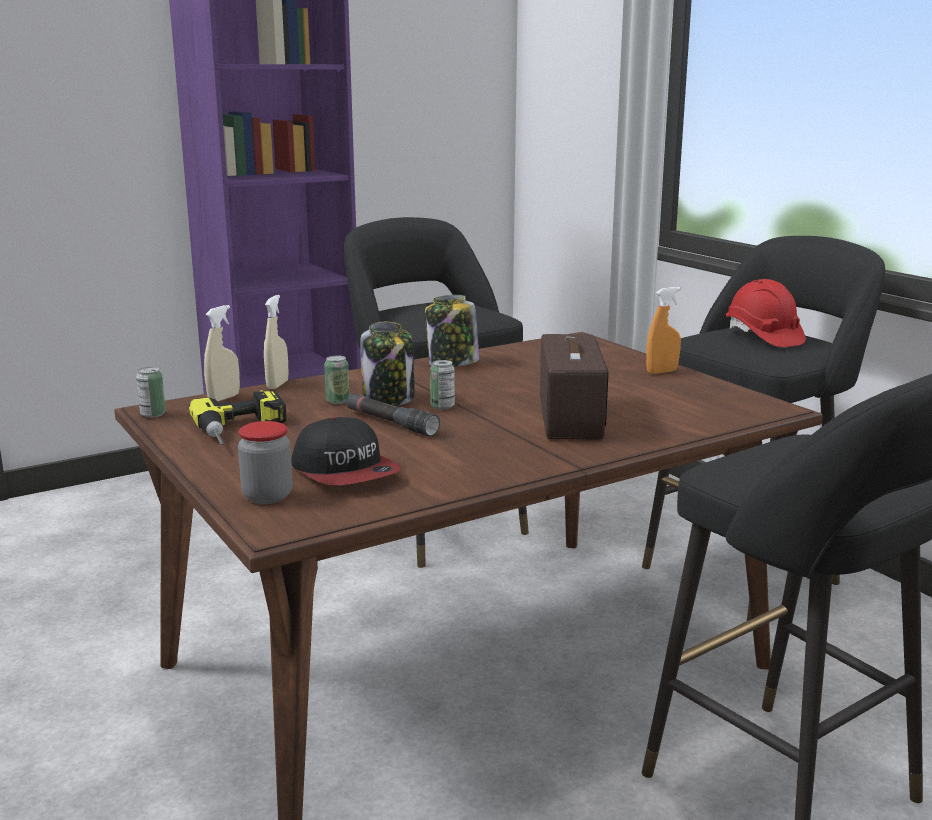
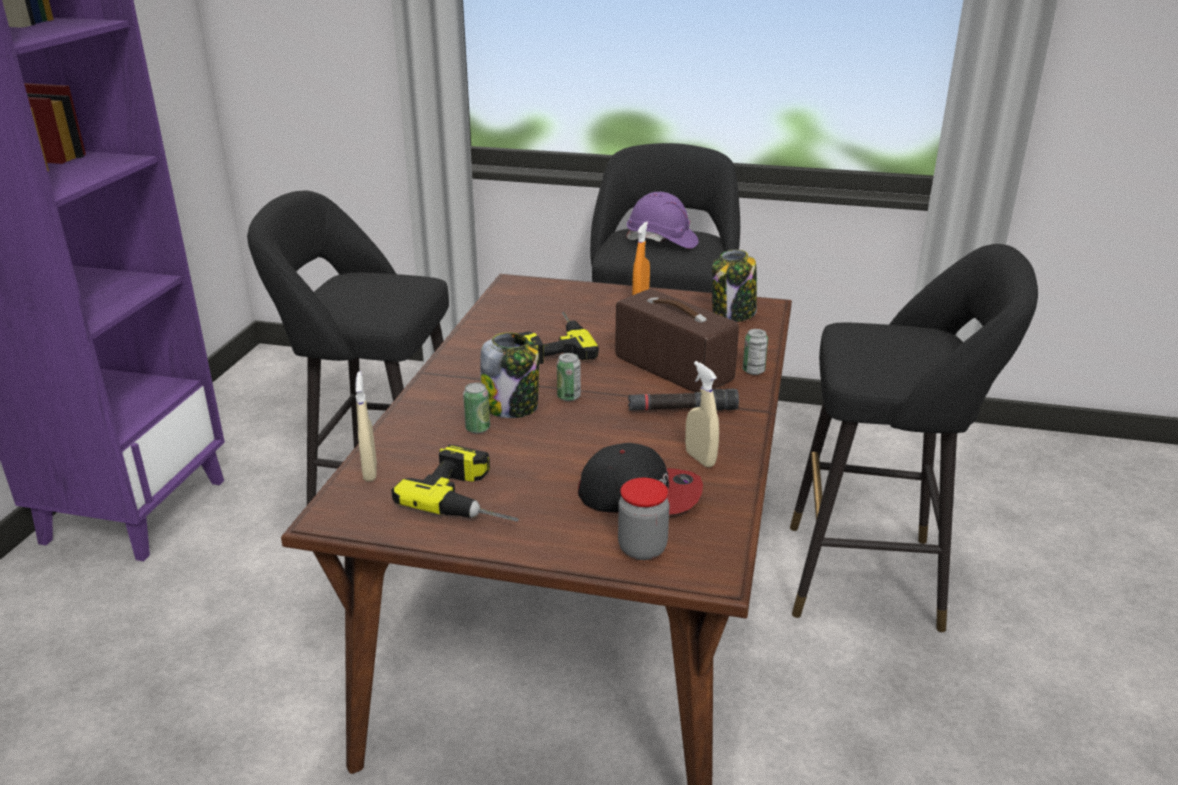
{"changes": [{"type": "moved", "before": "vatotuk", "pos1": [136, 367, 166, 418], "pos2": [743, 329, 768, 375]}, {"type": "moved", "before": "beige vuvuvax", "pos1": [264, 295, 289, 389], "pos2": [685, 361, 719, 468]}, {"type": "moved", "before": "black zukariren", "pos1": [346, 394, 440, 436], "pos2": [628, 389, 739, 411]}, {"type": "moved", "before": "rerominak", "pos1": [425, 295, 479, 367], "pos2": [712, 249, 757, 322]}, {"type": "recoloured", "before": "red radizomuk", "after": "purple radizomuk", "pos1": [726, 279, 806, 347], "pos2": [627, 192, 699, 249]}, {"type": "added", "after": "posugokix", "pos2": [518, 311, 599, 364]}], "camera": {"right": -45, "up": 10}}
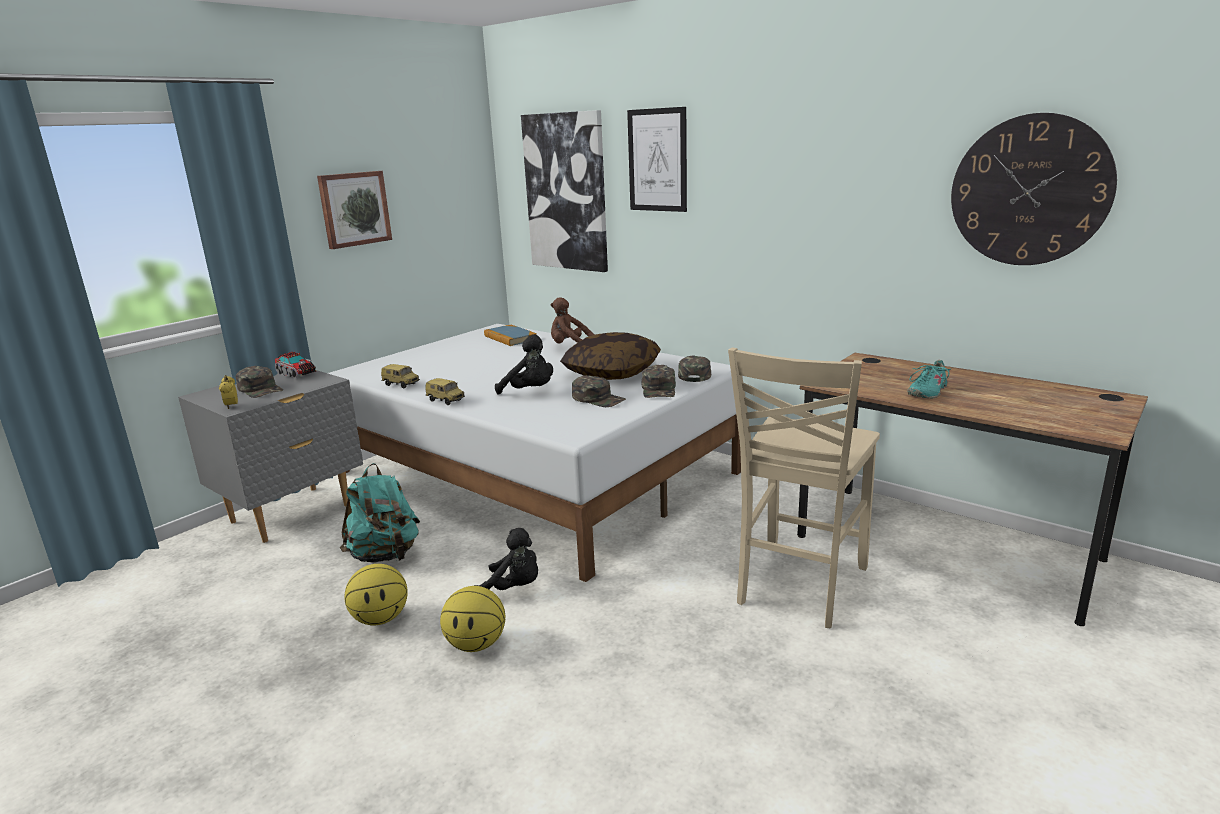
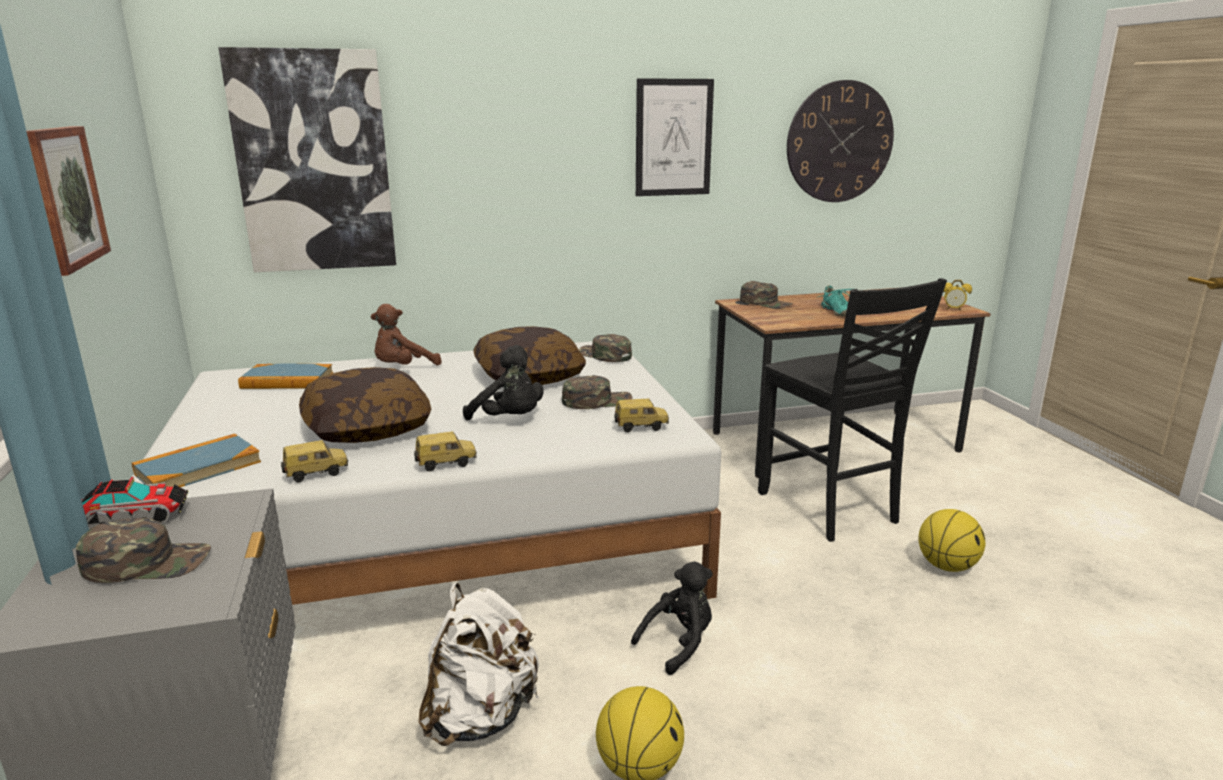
{"changes": [{"type": "moved", "before": "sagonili", "pos1": [219, 375, 238, 409], "pos2": [943, 280, 972, 311]}, {"type": "recoloured", "before": "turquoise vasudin", "after": "white vasudin", "pos1": [340, 463, 420, 563], "pos2": [419, 583, 539, 746]}, {"type": "moved", "before": "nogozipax", "pos1": [440, 586, 505, 652], "pos2": [919, 509, 985, 572]}, {"type": "turned", "before": "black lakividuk", "pos1": [495, 335, 553, 395], "pos2": [463, 345, 544, 420], "turn": 60}, {"type": "moved", "before": "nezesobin", "pos1": [627, 107, 687, 212], "pos2": [636, 79, 714, 196]}, {"type": "moved", "before": "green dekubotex", "pos1": [641, 365, 676, 398], "pos2": [740, 281, 793, 309]}, {"type": "recoloured", "before": "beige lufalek", "after": "black lufalek", "pos1": [728, 347, 880, 628], "pos2": [758, 278, 947, 542]}, {"type": "added", "after": "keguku", "pos2": [132, 434, 261, 487]}, {"type": "added", "after": "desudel", "pos2": [299, 367, 431, 443]}, {"type": "added", "after": "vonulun", "pos2": [614, 399, 669, 432]}], "camera": {"right": -55, "up": 0}}
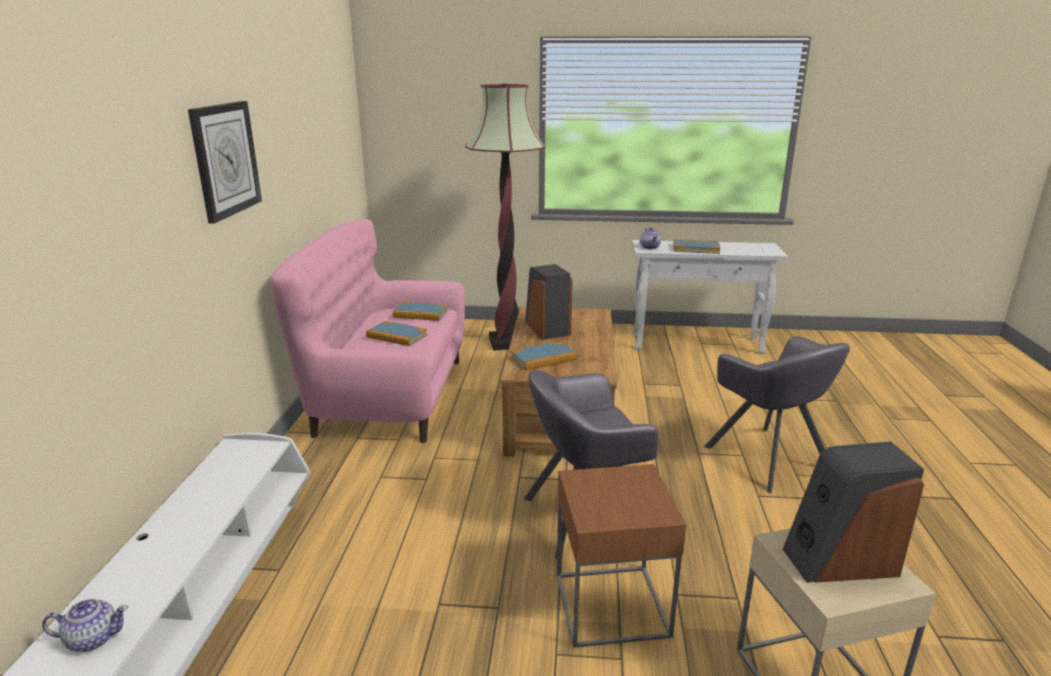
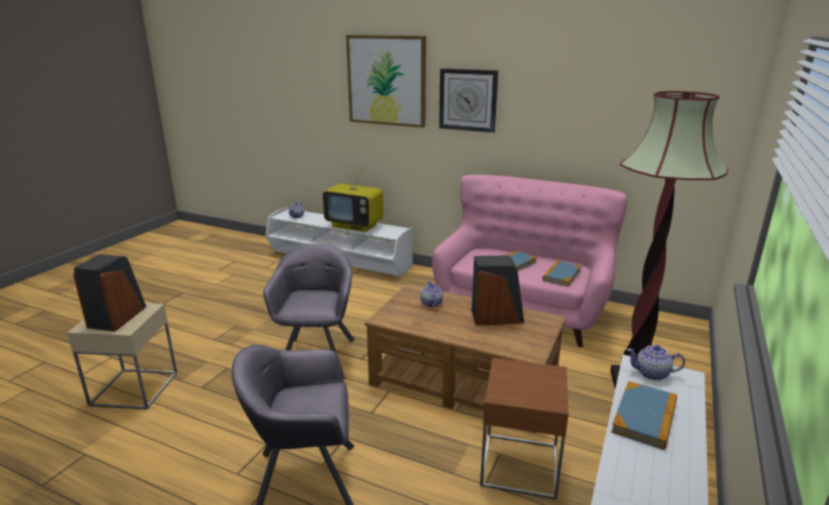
{"changes": [{"type": "replaced", "before": "keguku", "after": "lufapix", "pos1": [511, 341, 577, 371], "pos2": [421, 281, 443, 307]}, {"type": "moved", "before": "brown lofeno", "pos1": [557, 464, 686, 648], "pos2": [480, 358, 569, 499]}, {"type": "added", "after": "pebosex", "pos2": [323, 165, 384, 232]}, {"type": "added", "after": "nezesobin", "pos2": [346, 35, 426, 128]}], "camera": {"right": 110, "up": 0}}
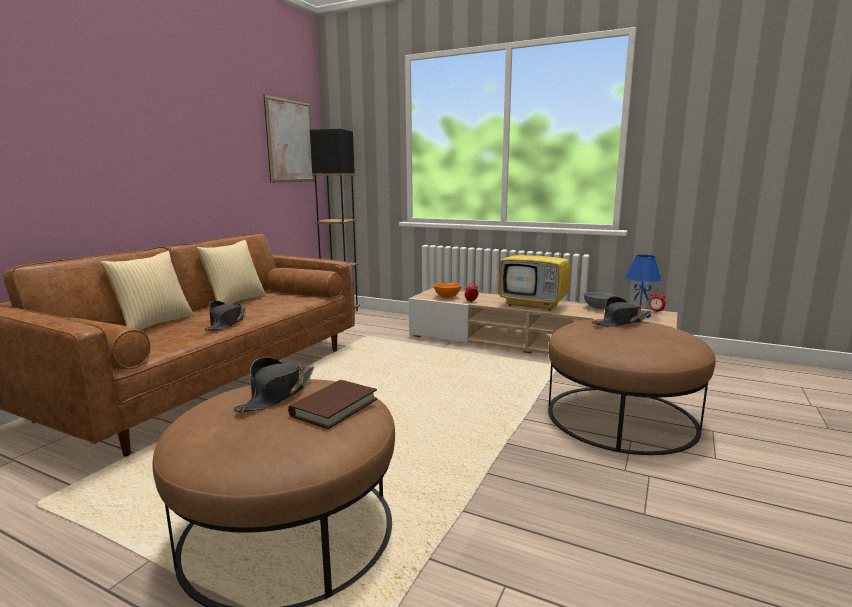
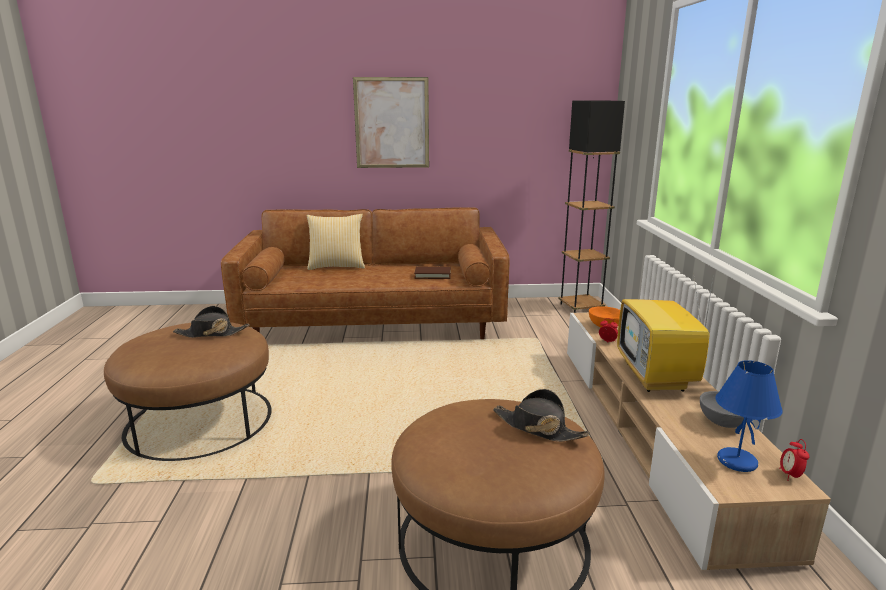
{"changes": [{"type": "removed", "before": "desudel", "pos1": [196, 240, 266, 304]}, {"type": "removed", "before": "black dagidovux", "pos1": [204, 301, 246, 331]}, {"type": "moved", "before": "nezesobin", "pos1": [264, 94, 315, 182], "pos2": [353, 77, 429, 168]}, {"type": "moved", "before": "brown keguku", "pos1": [288, 380, 377, 429], "pos2": [414, 267, 451, 279]}], "camera": {"right": 60, "up": 5}}
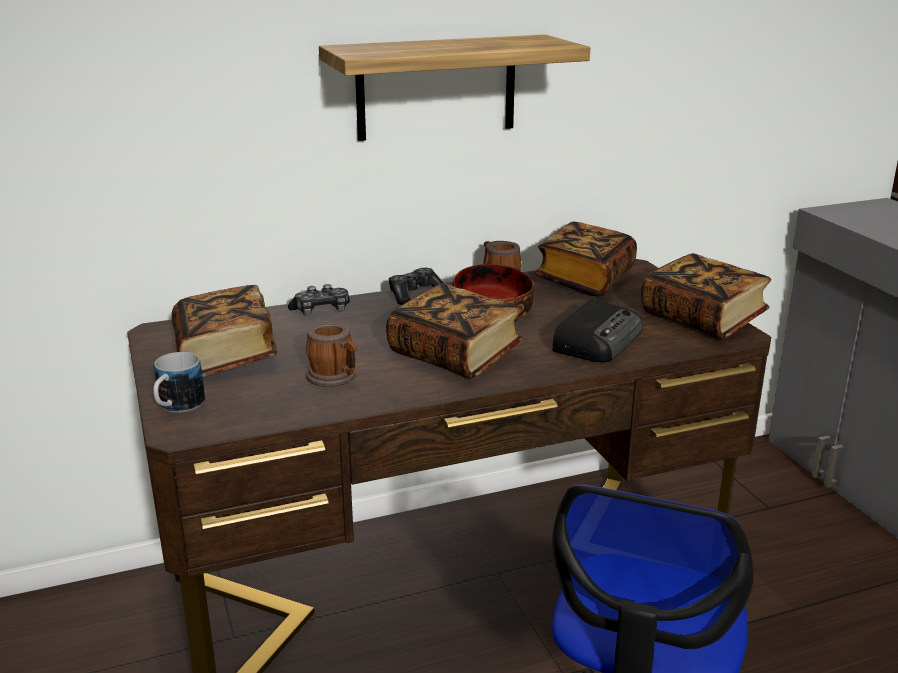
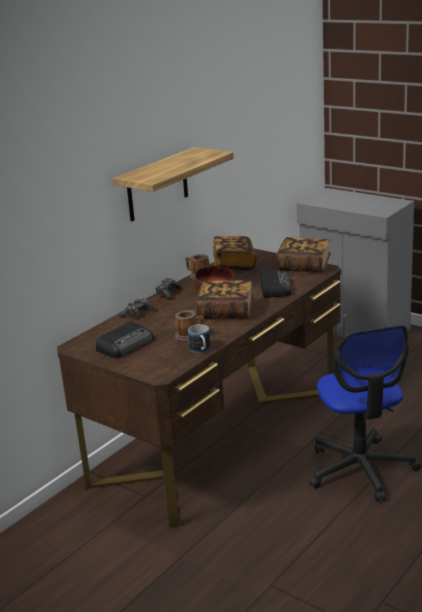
{"changes": [{"type": "moved", "before": "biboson", "pos1": [153, 352, 205, 413], "pos2": [188, 324, 211, 353]}, {"type": "replaced", "before": "keguku", "after": "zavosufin", "pos1": [172, 285, 277, 377], "pos2": [96, 322, 154, 358]}], "camera": {"right": -30, "up": 0}}
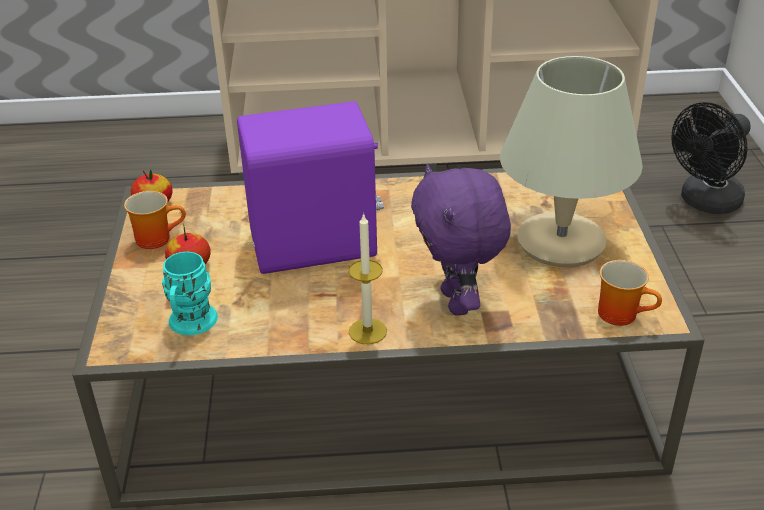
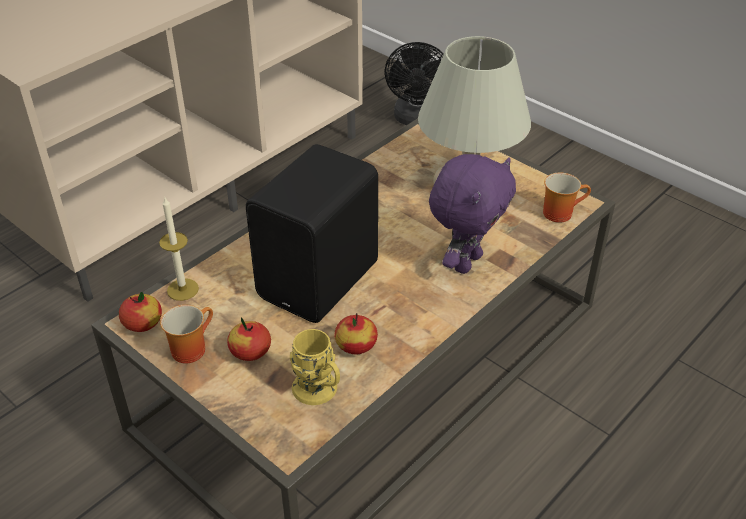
{"changes": [{"type": "recoloured", "before": "turquoise biboson", "after": "yellow biboson", "pos1": [162, 252, 218, 335], "pos2": [290, 329, 340, 405]}, {"type": "recoloured", "before": "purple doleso", "after": "black doleso", "pos1": [237, 101, 384, 274], "pos2": [246, 144, 378, 323]}, {"type": "moved", "before": "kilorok", "pos1": [349, 213, 387, 344], "pos2": [159, 198, 199, 301]}, {"type": "turned", "before": "purple lakividuk", "pos1": [411, 164, 511, 316], "pos2": [429, 154, 516, 274], "turn": -90}, {"type": "added", "after": "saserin", "pos2": [335, 313, 378, 355]}], "camera": {"right": -45, "up": 5}}
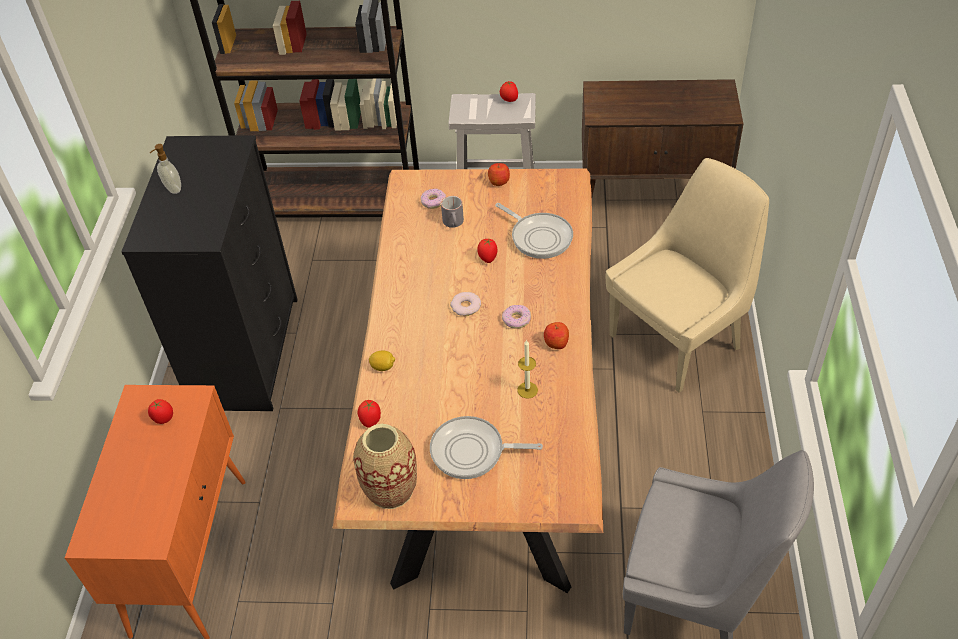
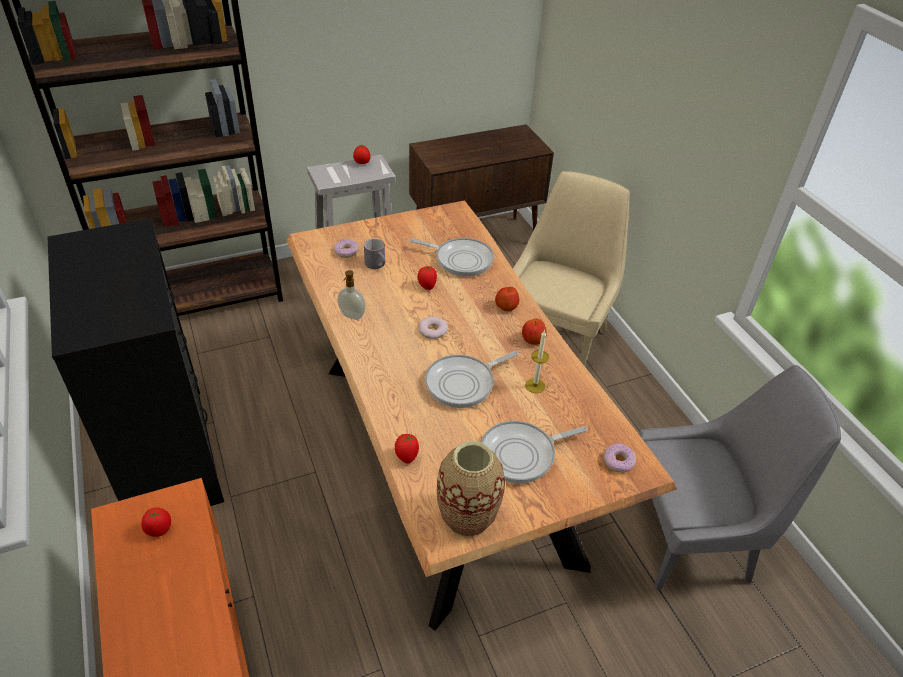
{"changes": [{"type": "moved", "before": "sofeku", "pos1": [150, 144, 181, 194], "pos2": [338, 270, 365, 320]}, {"type": "removed", "before": "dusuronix", "pos1": [369, 351, 395, 371]}, {"type": "moved", "before": "saserin", "pos1": [488, 163, 510, 186], "pos2": [495, 287, 519, 311]}, {"type": "moved", "before": "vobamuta", "pos1": [502, 305, 531, 329], "pos2": [603, 444, 636, 473]}, {"type": "added", "after": "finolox", "pos2": [425, 351, 519, 408]}], "camera": {"right": -30, "up": -5}}
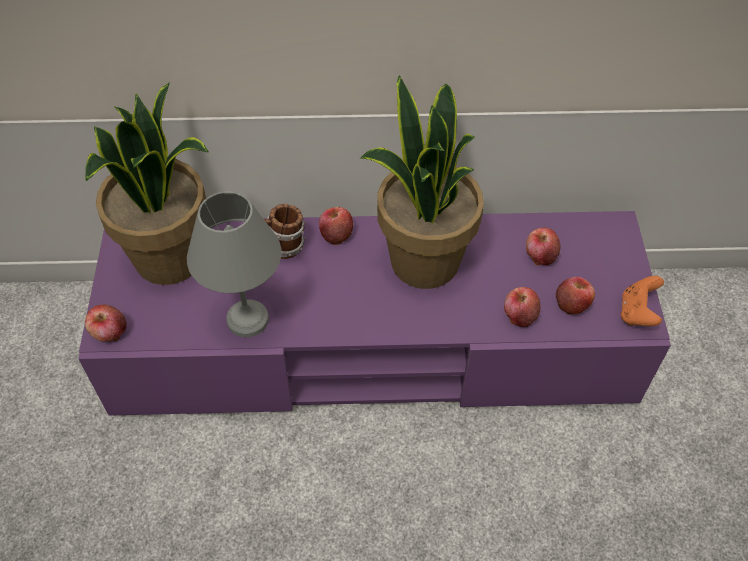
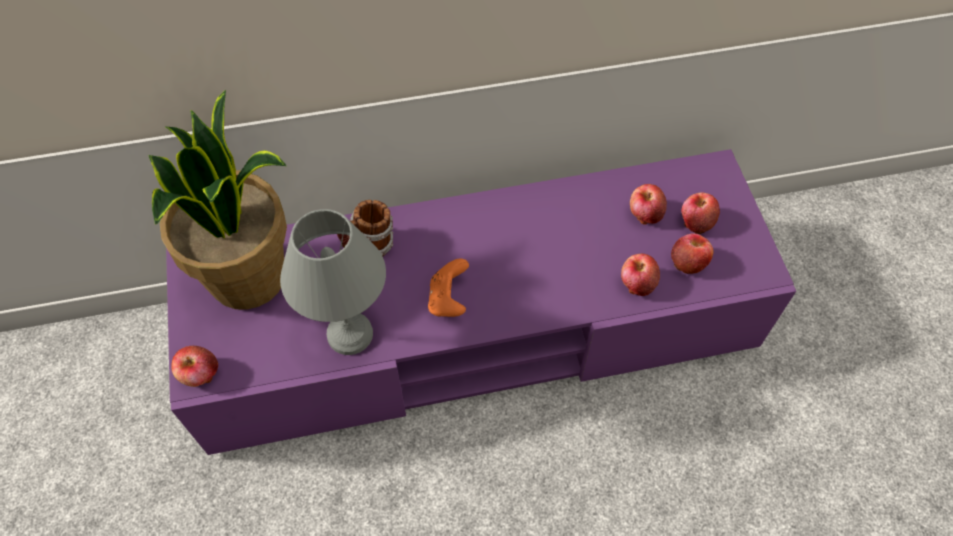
{"changes": [{"type": "moved", "before": "saserin", "pos1": [319, 207, 353, 245], "pos2": [681, 192, 720, 234]}, {"type": "removed", "before": "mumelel", "pos1": [360, 75, 484, 289]}, {"type": "moved", "before": "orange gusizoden", "pos1": [621, 276, 664, 326], "pos2": [428, 258, 469, 317]}], "camera": {"right": -10, "up": 5}}
